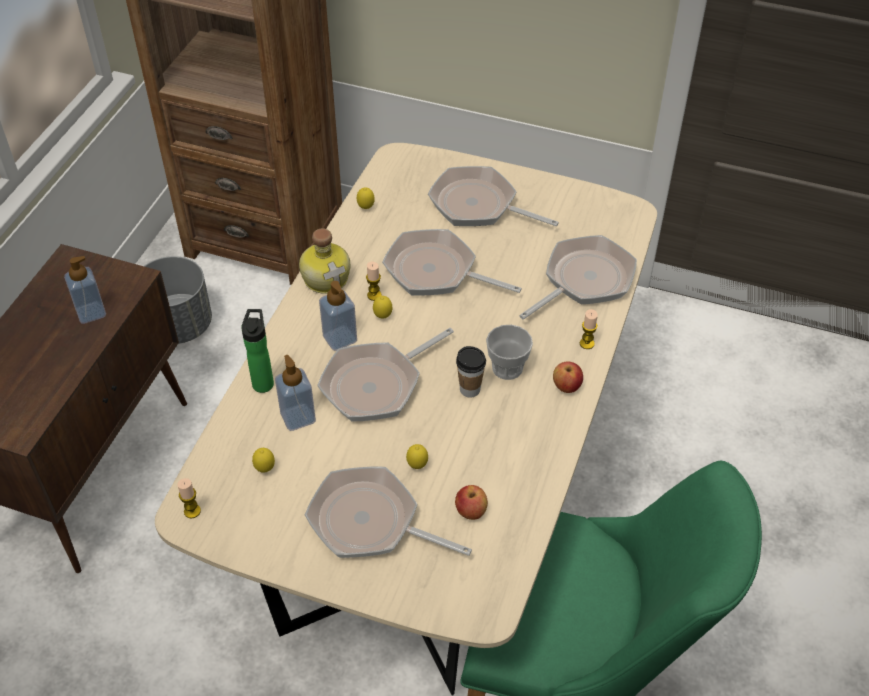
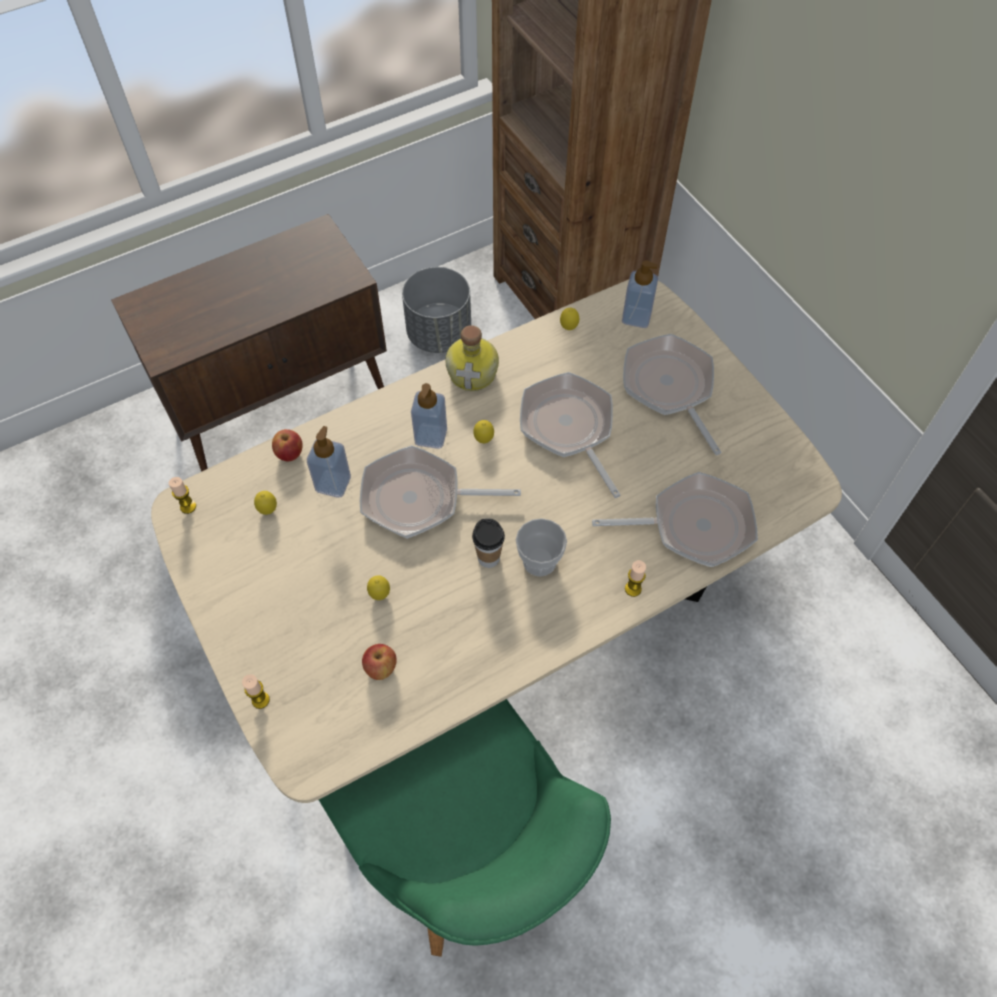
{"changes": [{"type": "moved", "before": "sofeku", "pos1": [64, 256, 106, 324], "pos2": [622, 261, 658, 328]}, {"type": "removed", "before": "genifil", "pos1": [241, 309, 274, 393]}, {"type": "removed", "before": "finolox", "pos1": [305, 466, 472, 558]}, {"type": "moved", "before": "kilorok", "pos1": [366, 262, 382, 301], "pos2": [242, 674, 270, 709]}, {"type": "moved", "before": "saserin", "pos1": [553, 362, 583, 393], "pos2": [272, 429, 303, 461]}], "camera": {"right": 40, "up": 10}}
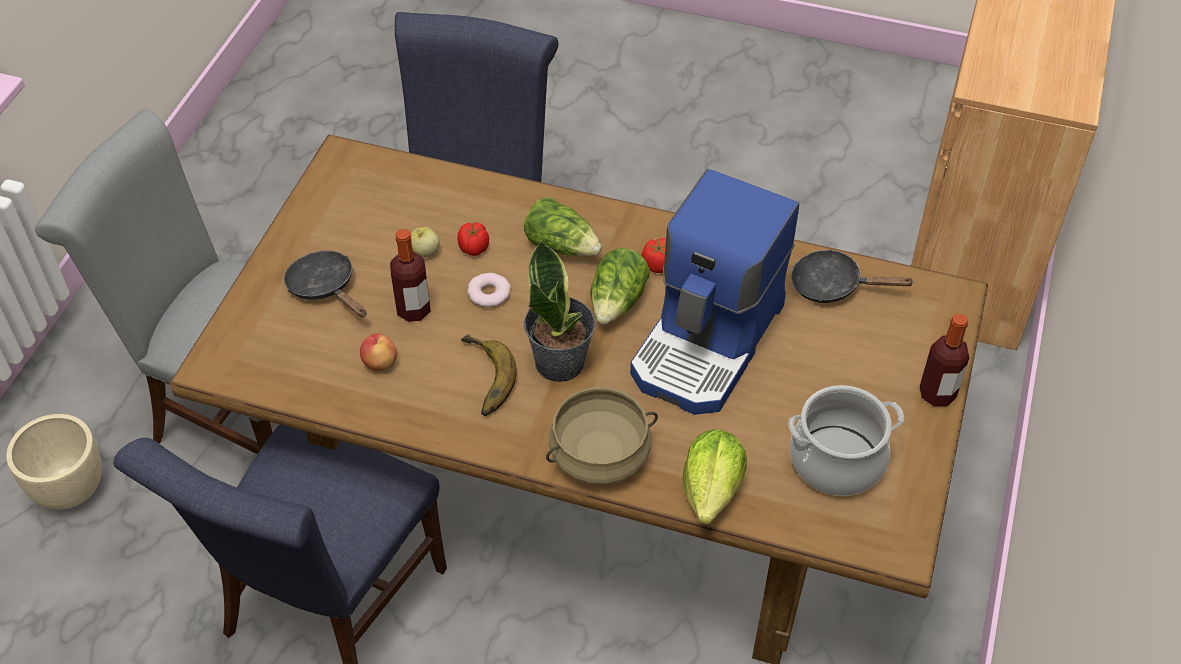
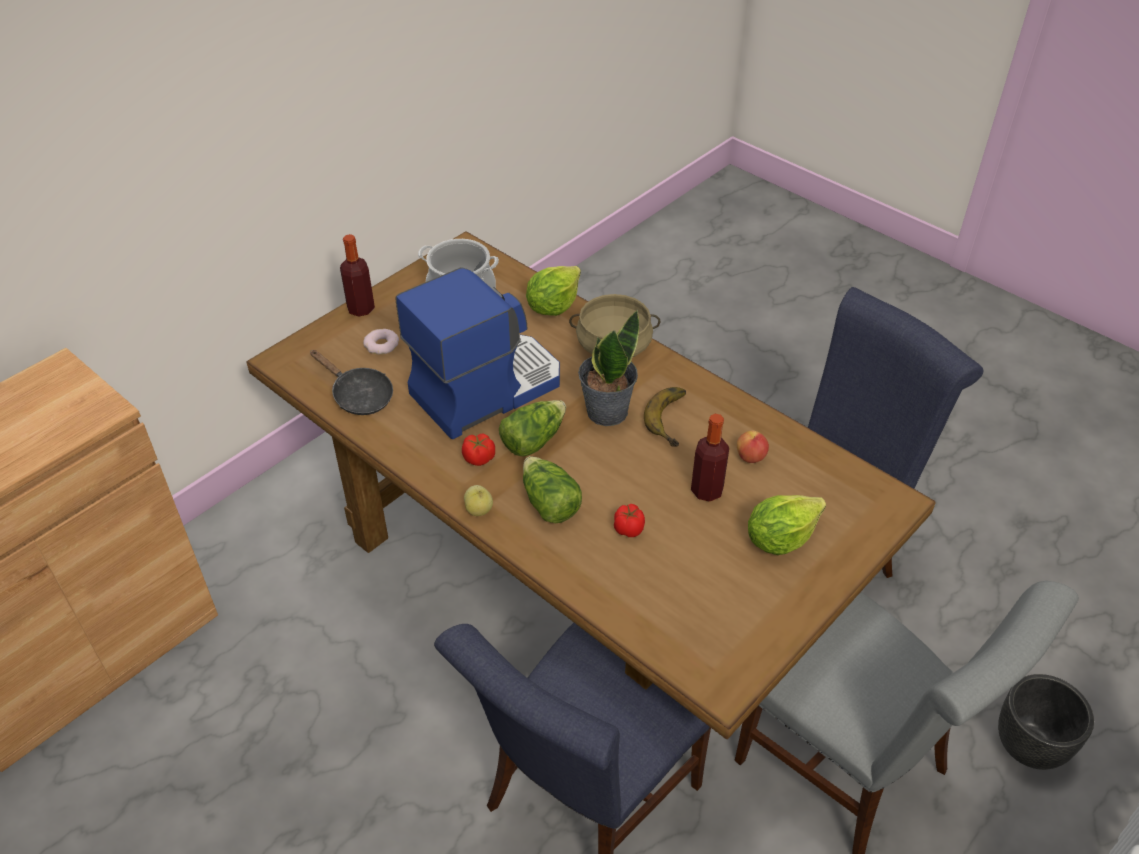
{"changes": [{"type": "recoloured", "before": "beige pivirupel", "after": "black pivirupel", "pos1": [6, 414, 102, 509], "pos2": [998, 674, 1094, 770]}, {"type": "replaced", "before": "black finolox", "after": "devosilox", "pos1": [284, 251, 367, 317], "pos2": [748, 495, 826, 555]}, {"type": "moved", "before": "saserin", "pos1": [411, 227, 440, 257], "pos2": [464, 485, 493, 516]}, {"type": "moved", "before": "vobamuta", "pos1": [467, 273, 511, 307], "pos2": [363, 329, 399, 355]}], "camera": {"right": -155, "up": -5}}
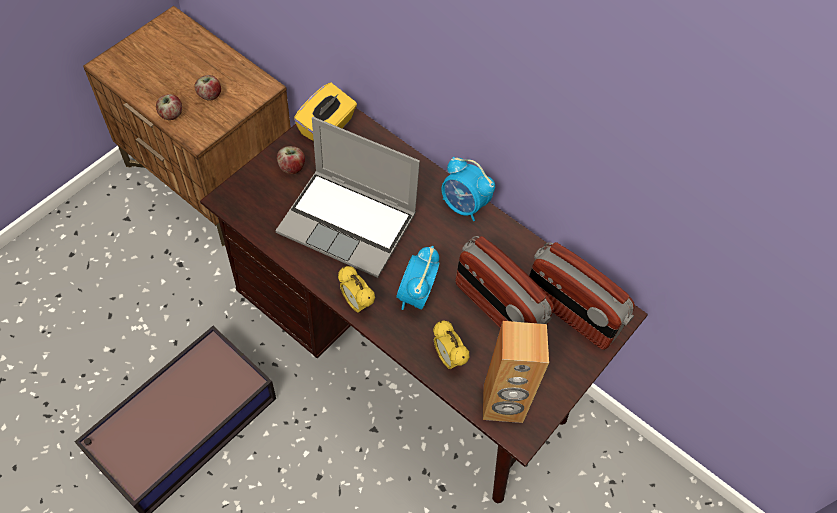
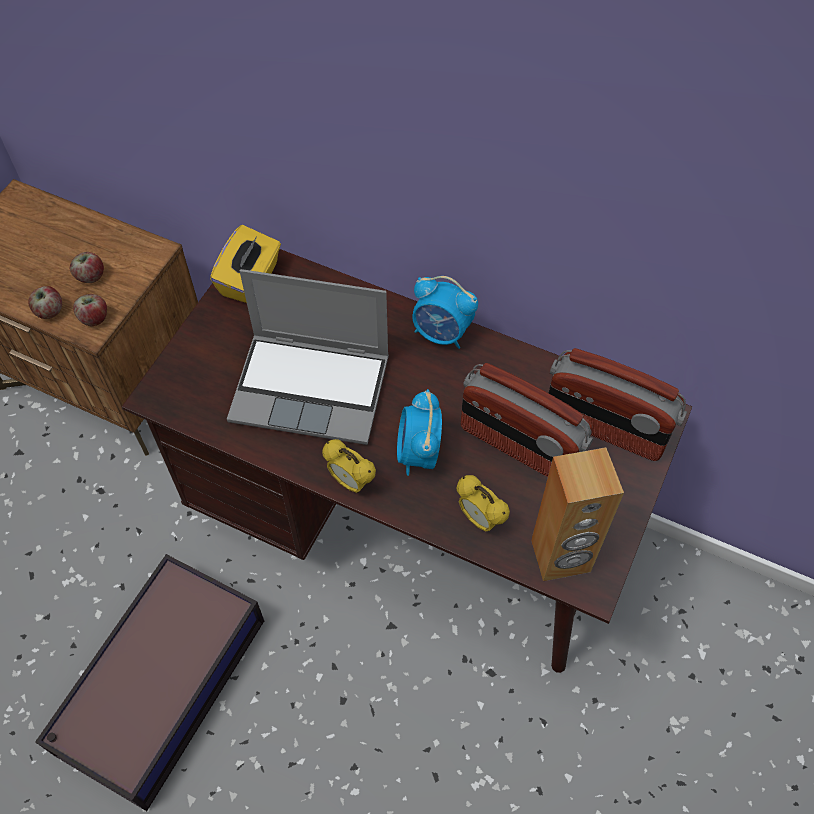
{"changes": [{"type": "moved", "before": "saserin", "pos1": [277, 146, 305, 174], "pos2": [73, 294, 107, 326]}], "camera": {"right": -10, "up": 0}}
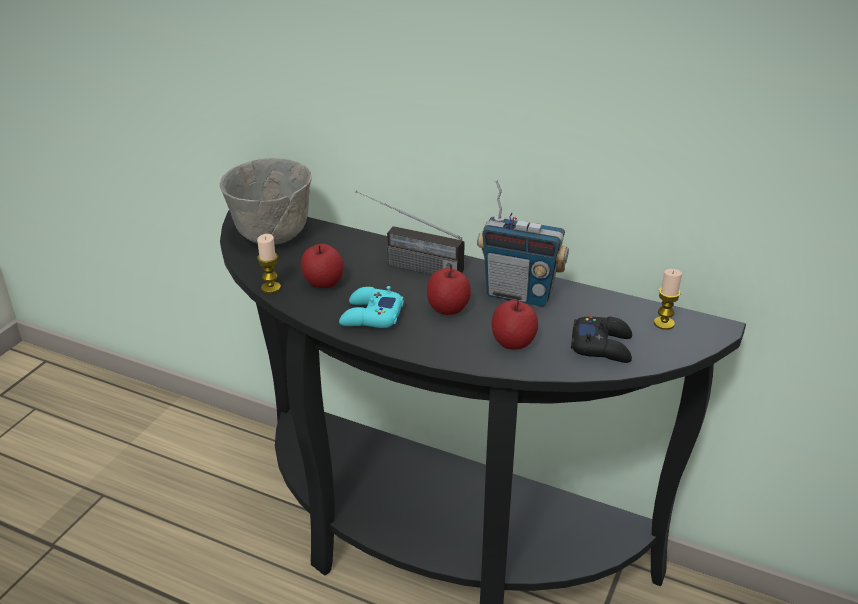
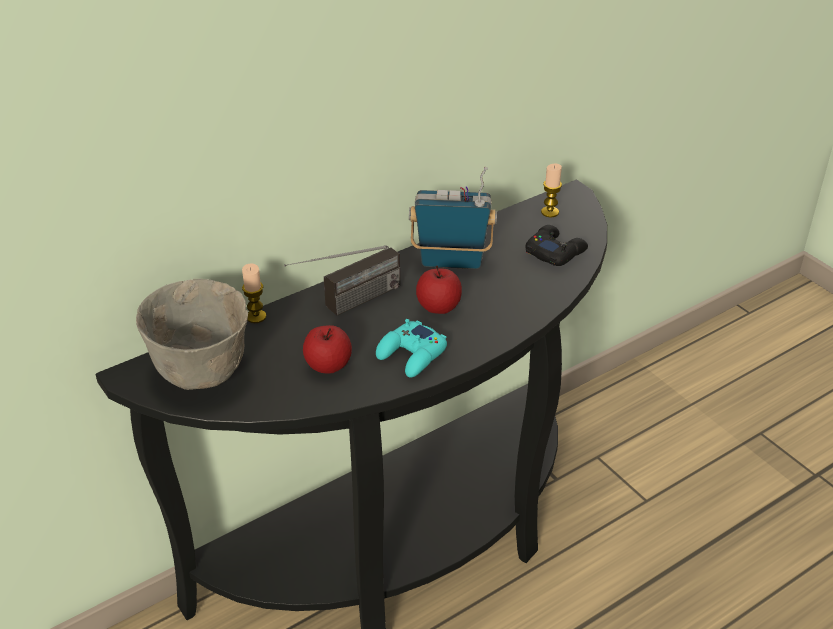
{"changes": [{"type": "moved", "before": "kilorok", "pos1": [257, 234, 281, 293], "pos2": [242, 263, 266, 323]}, {"type": "turned", "before": "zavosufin", "pos1": [477, 180, 569, 307], "pos2": [409, 166, 497, 269], "turn": -135}, {"type": "removed", "before": "saserin", "pos1": [492, 297, 538, 350]}], "camera": {"right": -60, "up": 5}}
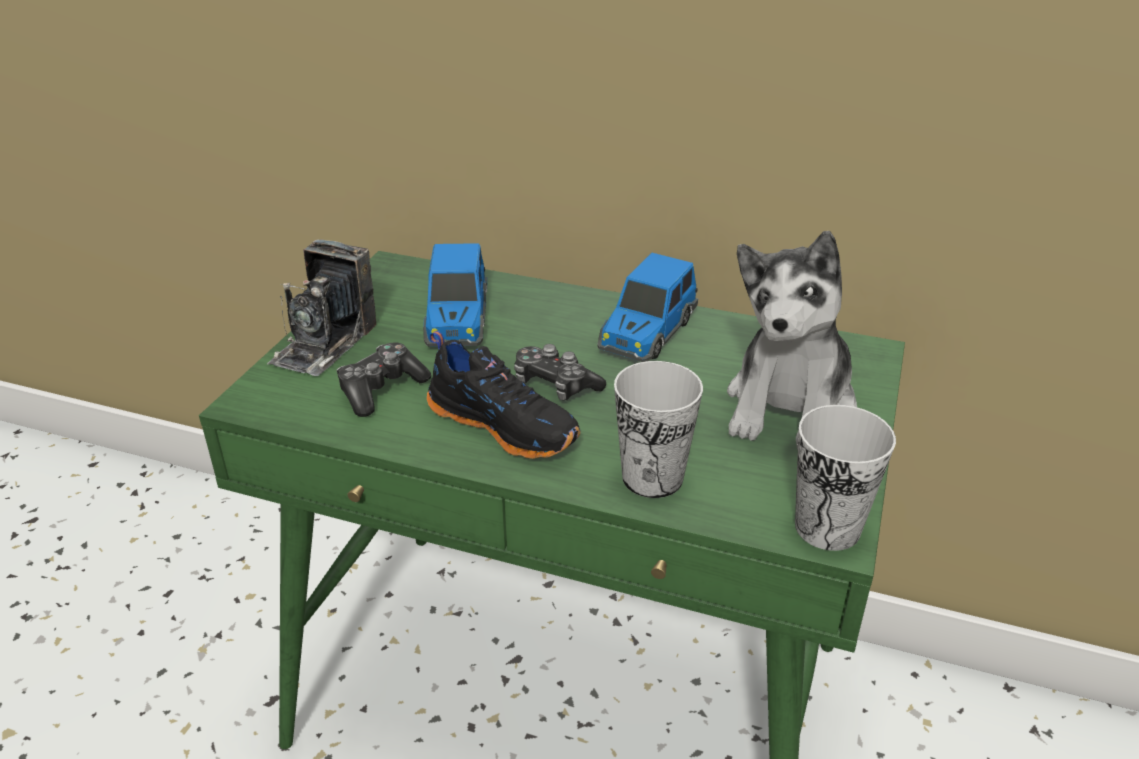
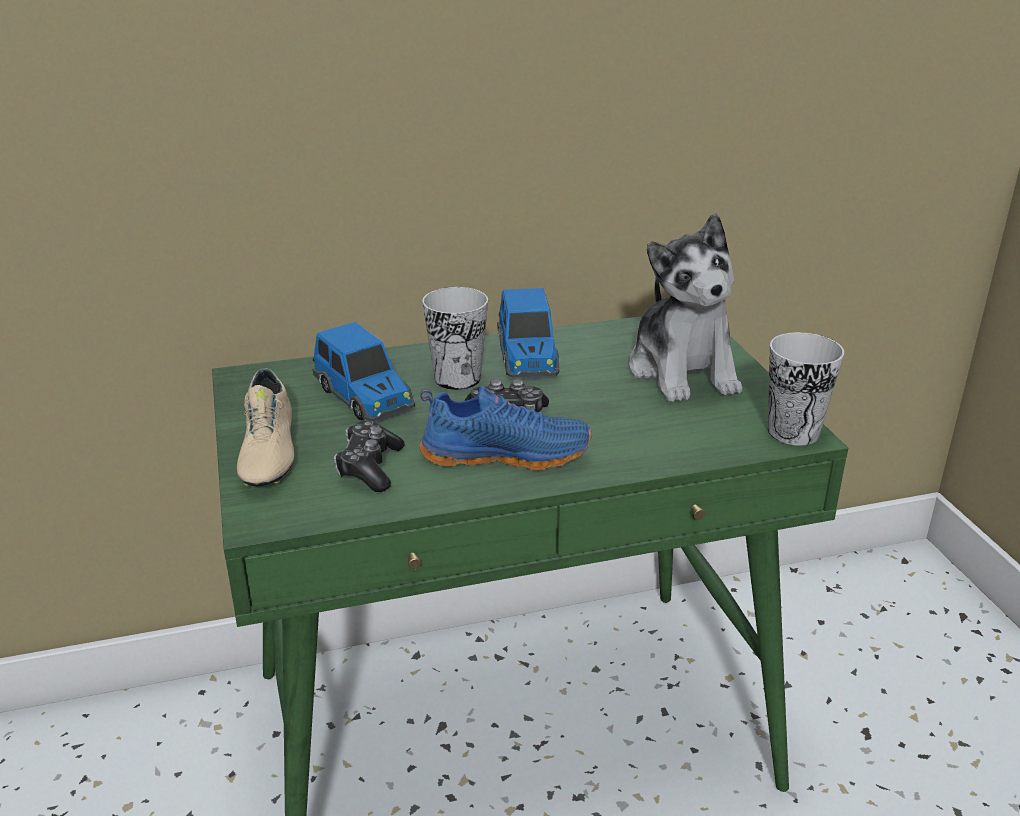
{"changes": [{"type": "replaced", "before": "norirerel", "after": "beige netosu", "pos1": [267, 239, 376, 376], "pos2": [237, 368, 294, 486]}, {"type": "recoloured", "before": "black netosu", "after": "blue netosu", "pos1": [427, 331, 581, 459], "pos2": [420, 386, 592, 471]}, {"type": "moved", "before": "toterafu", "pos1": [614, 361, 703, 498], "pos2": [422, 287, 488, 390]}], "camera": {"right": -35, "up": -5}}
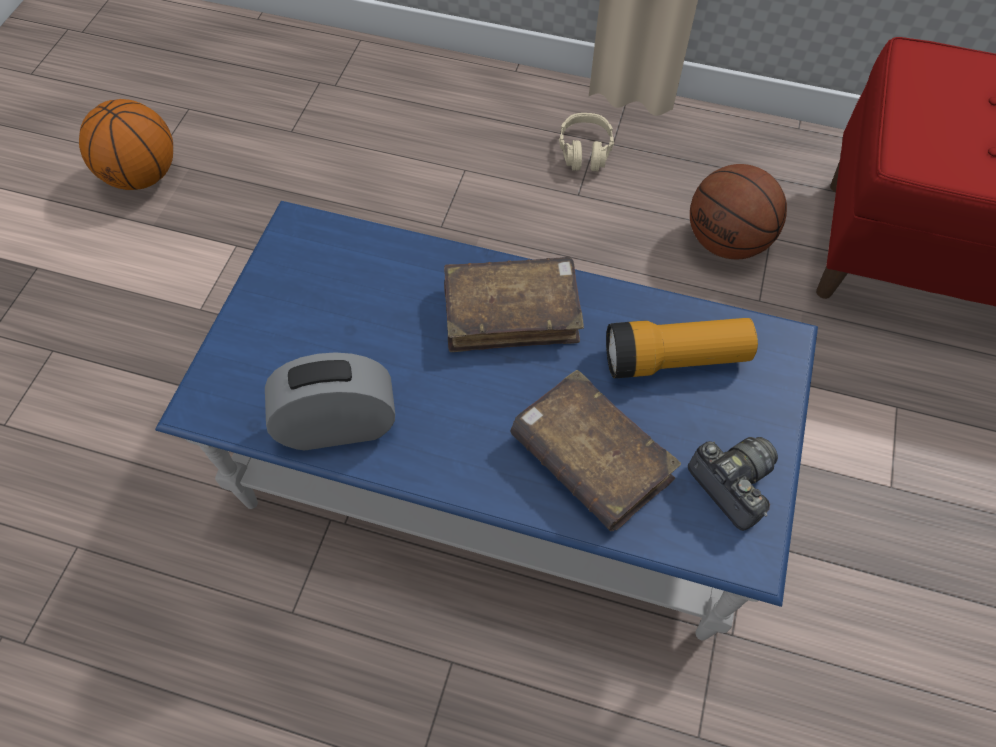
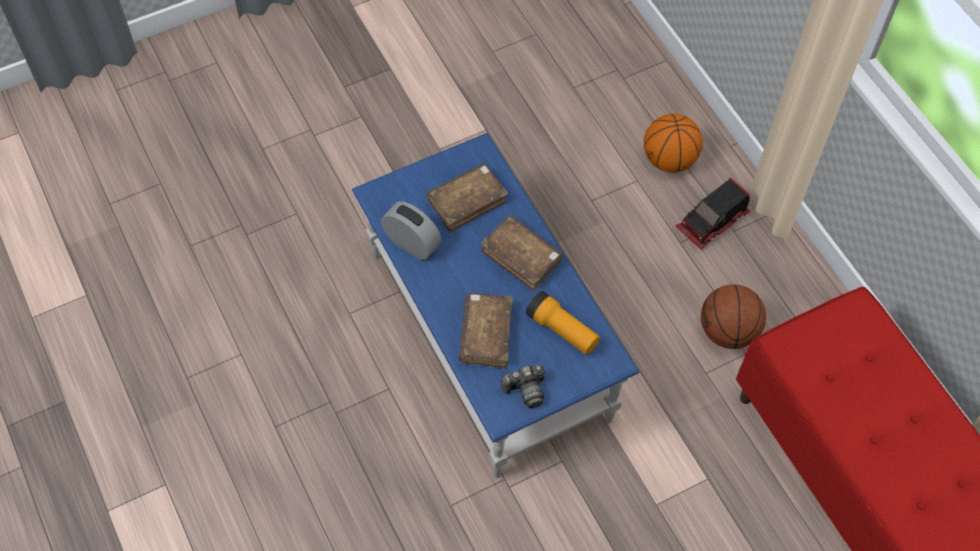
{"changes": [{"type": "moved", "before": "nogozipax", "pos1": [79, 99, 173, 190], "pos2": [644, 114, 703, 173]}, {"type": "replaced", "before": "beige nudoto", "after": "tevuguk", "pos1": [559, 113, 614, 172], "pos2": [675, 178, 750, 250]}, {"type": "turned", "before": "norirerel", "pos1": [688, 437, 778, 531], "pos2": [500, 365, 545, 408], "turn": 60}, {"type": "added", "after": "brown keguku", "pos2": [427, 163, 508, 233]}], "camera": {"right": 45, "up": 0}}
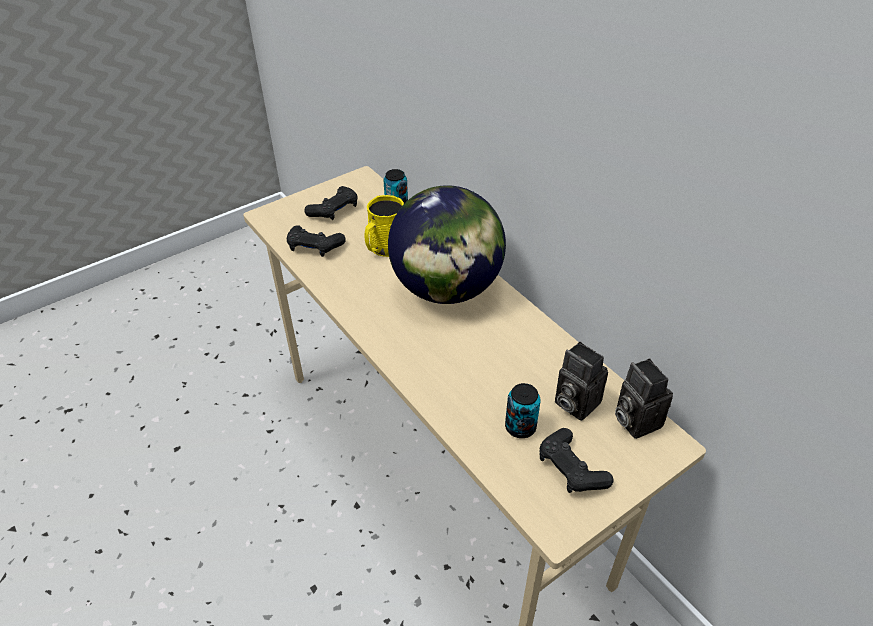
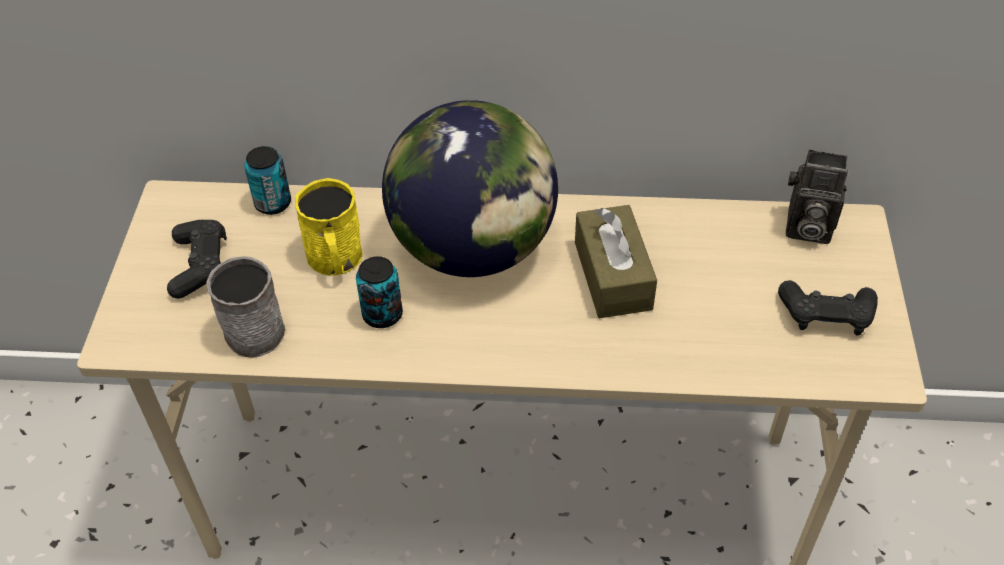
{"changes": [{"type": "replaced", "before": "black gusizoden", "after": "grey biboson", "pos1": [287, 225, 346, 257], "pos2": [206, 256, 285, 358]}, {"type": "moved", "before": "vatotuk", "pos1": [505, 383, 541, 438], "pos2": [356, 256, 403, 328]}, {"type": "removed", "before": "norirerel", "pos1": [555, 342, 608, 421]}, {"type": "added", "after": "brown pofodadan", "pos2": [575, 205, 657, 318]}], "camera": {"right": -50, "up": 5}}
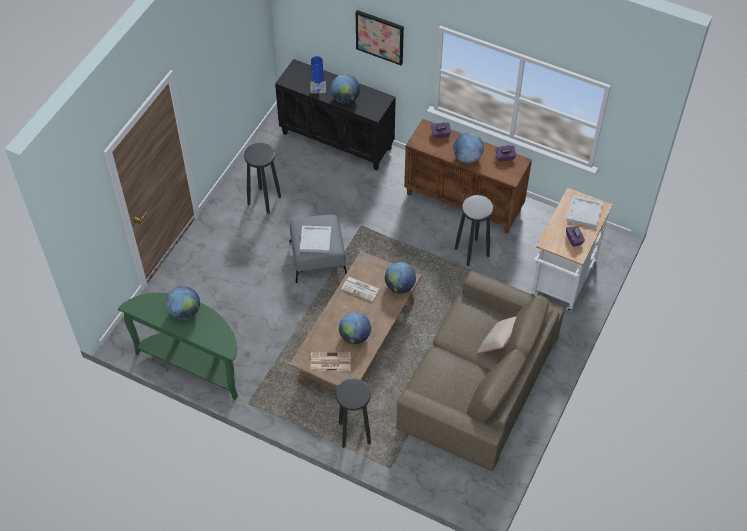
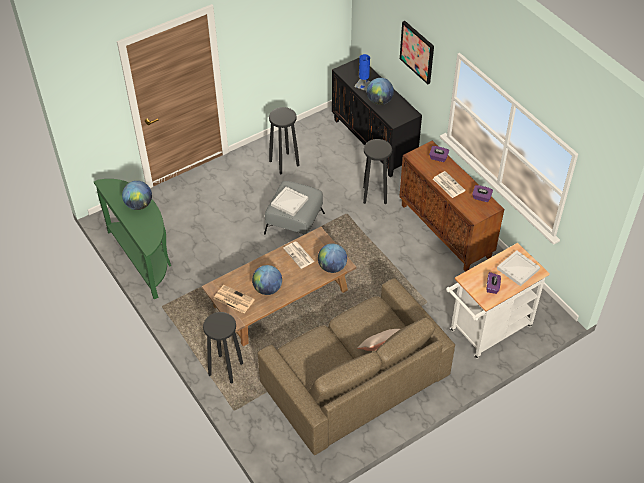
{"changes": [{"type": "replaced", "before": "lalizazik", "after": "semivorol", "pos1": [453, 133, 484, 163], "pos2": [433, 171, 466, 198]}, {"type": "moved", "before": "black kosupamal", "pos1": [455, 195, 494, 266], "pos2": [363, 139, 392, 204]}], "camera": {"right": 30, "up": -5}}
